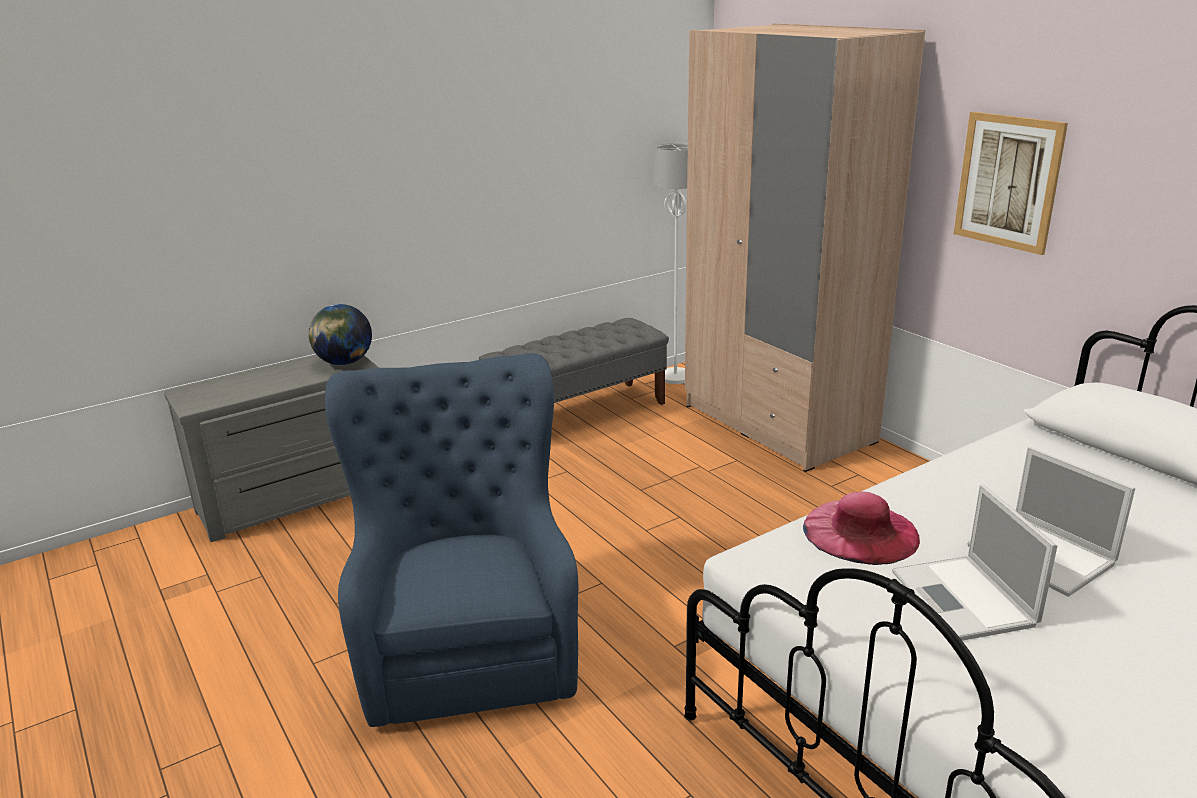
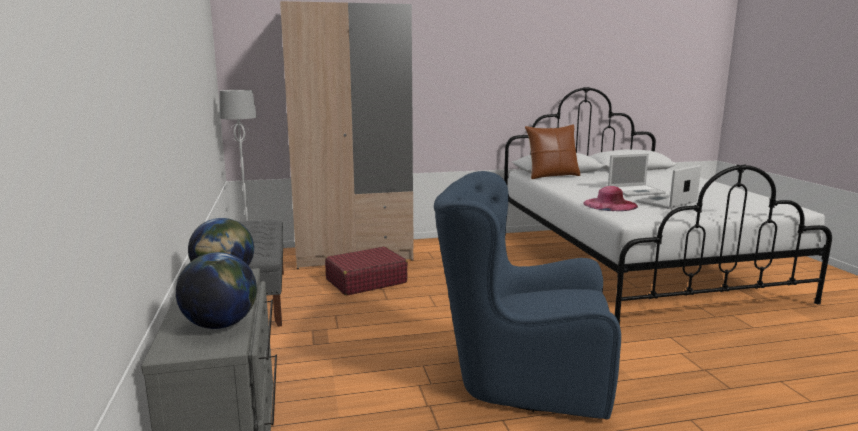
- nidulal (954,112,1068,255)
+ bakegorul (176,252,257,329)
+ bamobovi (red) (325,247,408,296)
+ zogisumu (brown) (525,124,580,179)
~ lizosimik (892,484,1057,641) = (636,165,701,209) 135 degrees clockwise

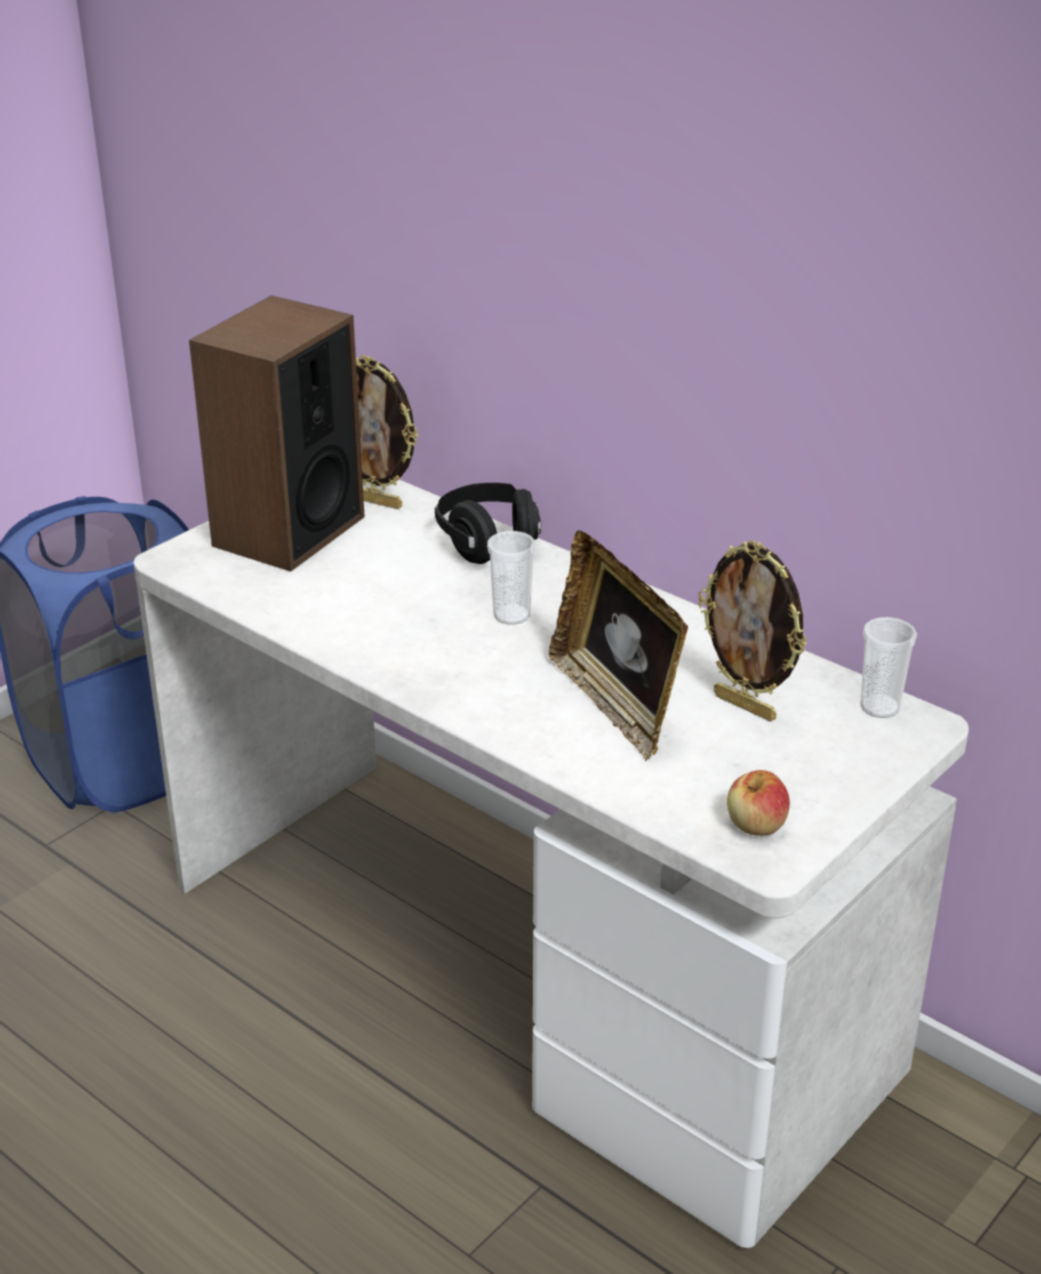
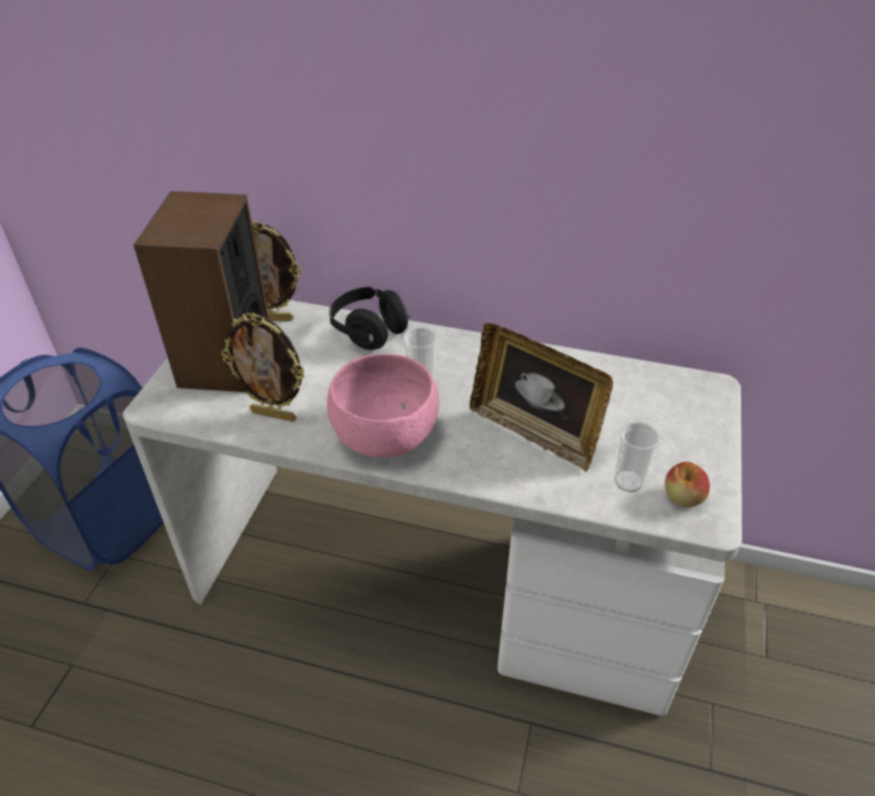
+ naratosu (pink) (327,354,439,458)
~ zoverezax (698,540,807,721) to (221,312,305,422)
~ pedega (860,617,917,718) to (614,422,661,492)

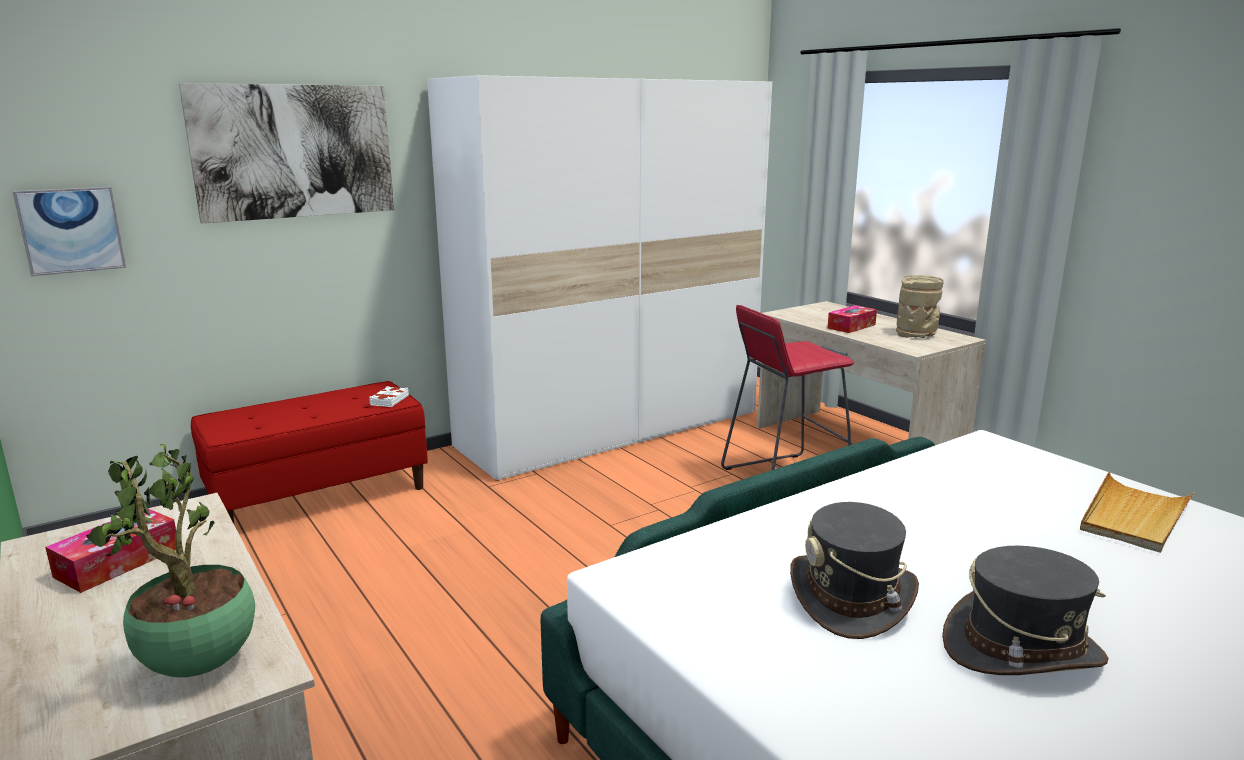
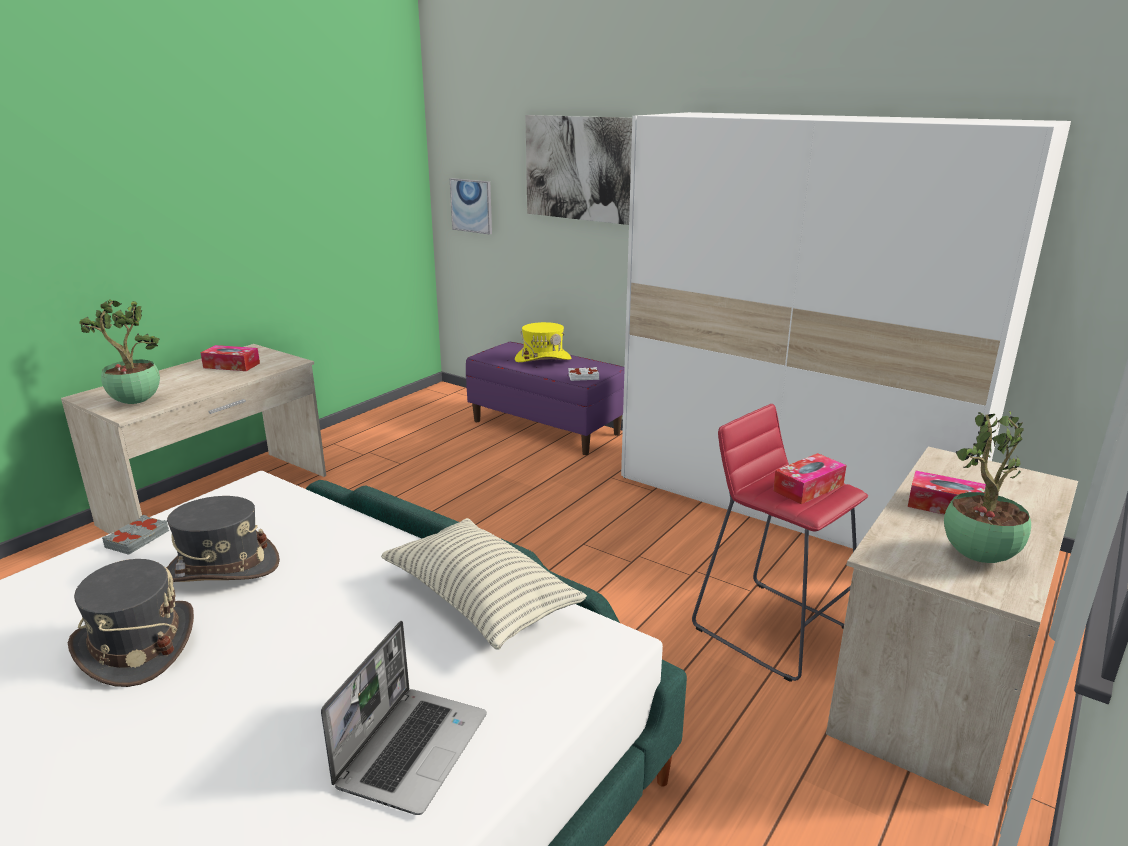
+ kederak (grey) (102,515,169,555)
+ zogisumu (381,518,587,650)
+ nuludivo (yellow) (515,322,571,362)
+ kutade (773,453,846,504)
~ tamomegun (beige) (896,275,944,338) to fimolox (944,411,1031,563)
~ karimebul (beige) (1080,472,1194,553) to lizosimik (321,621,487,815)
~ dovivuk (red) (191,381,428,524) to dovivuk (purple) (466,342,625,455)

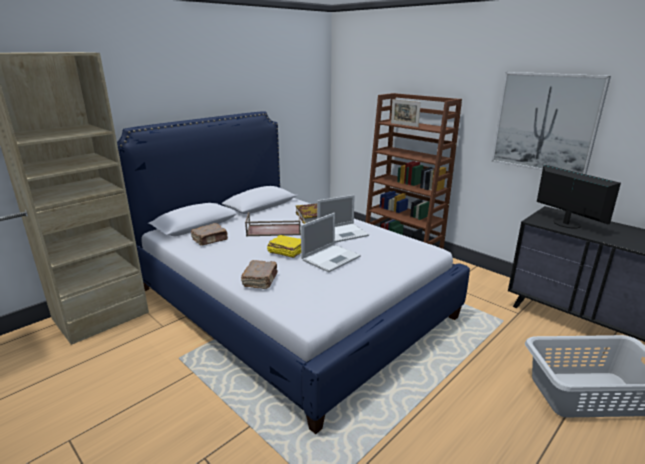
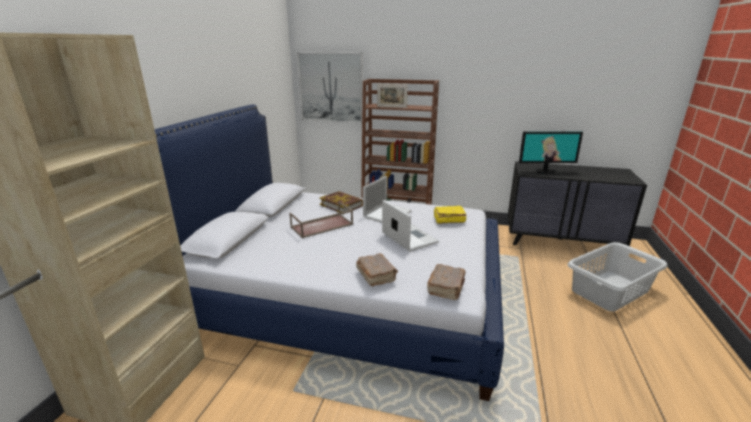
~ kederak (brown) (191,223,228,246) to (427,264,465,300)
~ kederak (yellow) (267,235,301,258) to (434,206,466,224)
~ nidulal (491,72,611,174) to (297,52,363,124)
~ lizosimik (301,213,361,273) = (382,200,439,252) 45 degrees counterclockwise
~ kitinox (537,165,621,229) = (519,131,583,174) 150 degrees clockwise

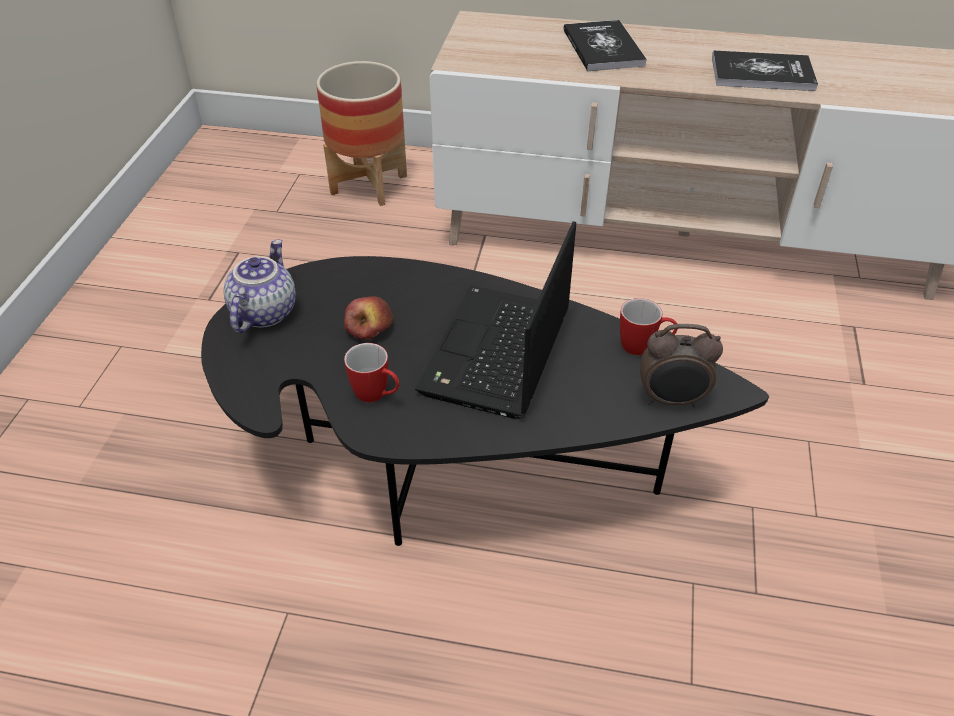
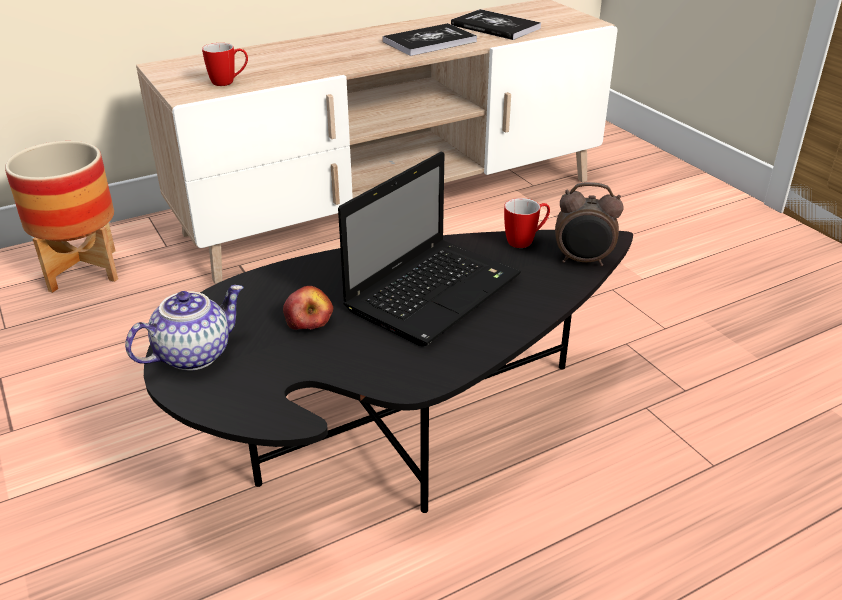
~ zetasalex (344,343,400,402) to (202,43,248,86)
~ kederak (563,20,647,71) to (451,9,541,40)
~ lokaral (224,240,296,333) = (125,285,244,371) 75 degrees clockwise
~ lizosimik (415,221,576,419) = (338,152,521,346) 120 degrees counterclockwise
~ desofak (640,324,723,407) = (555,182,624,266) 45 degrees clockwise

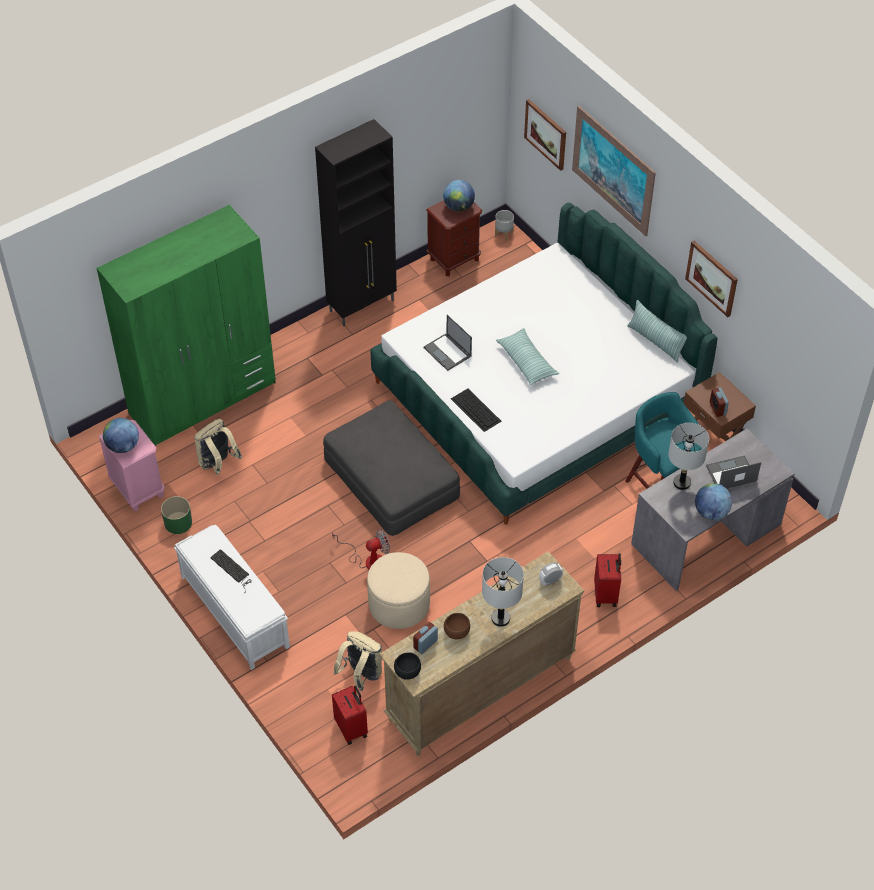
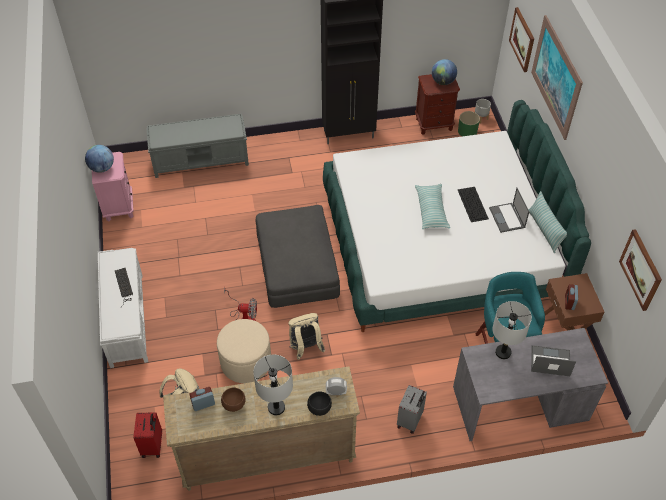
- bakegorul (695,483,732,520)
~ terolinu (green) (161,496,192,534) to (458,111,480,136)
~ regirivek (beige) (194,419,242,475) to (288,313,325,360)
~ naratosu (black) (394,652,421,680) to (307,391,332,416)
~ lizosimik (423,315,472,371) to (489,188,529,233)
~ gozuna (451,388,502,432) to (458,187,489,222)
~ nidulal (685,241,738,317) to (619,229,662,311)
~ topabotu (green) (97,205,276,446) to dovivuk (grey) (146,114,249,178)
~ bamobovi (red) (594,553,621,607) to bamobovi (grey) (397,385,427,434)

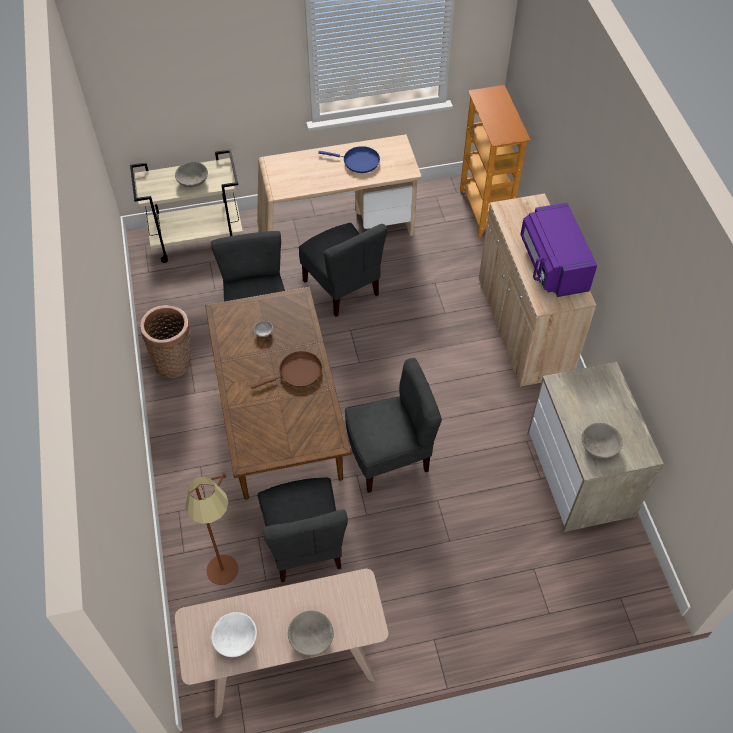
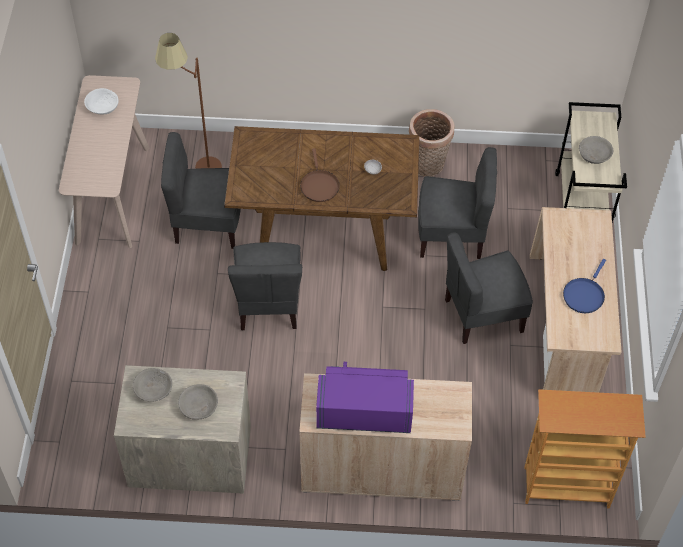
~ naratosu (grey) (288,611,334,656) to (178,384,218,420)

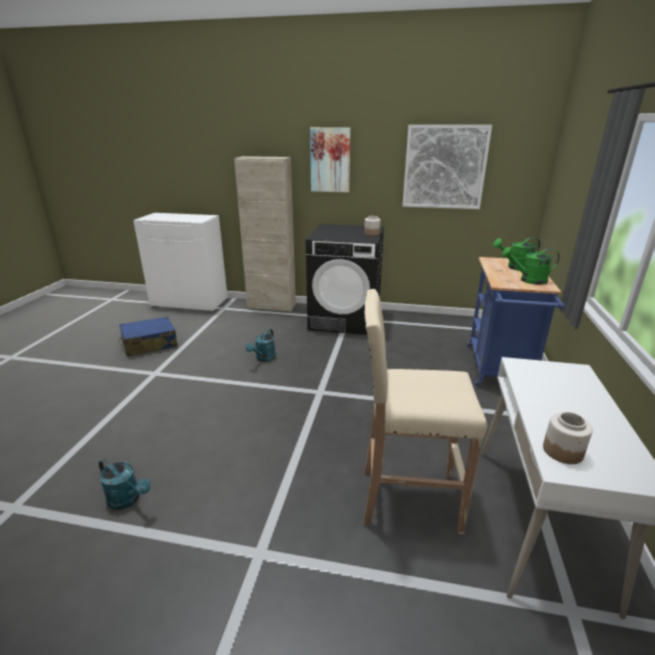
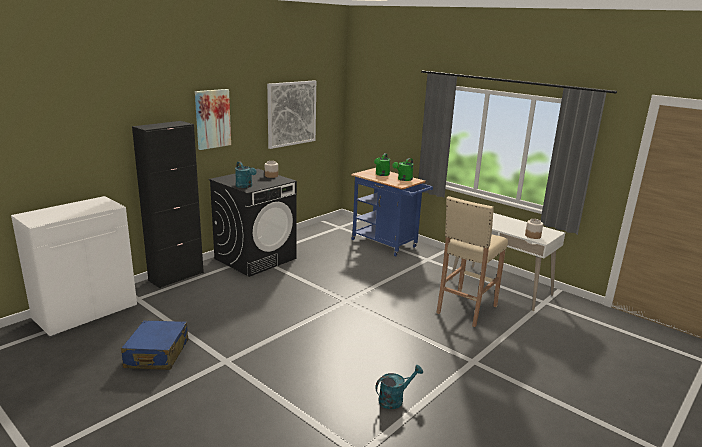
~ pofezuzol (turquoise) (246,329,276,362) to (235,161,257,188)
~ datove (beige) (234,156,296,312) to datove (black) (132,121,204,288)

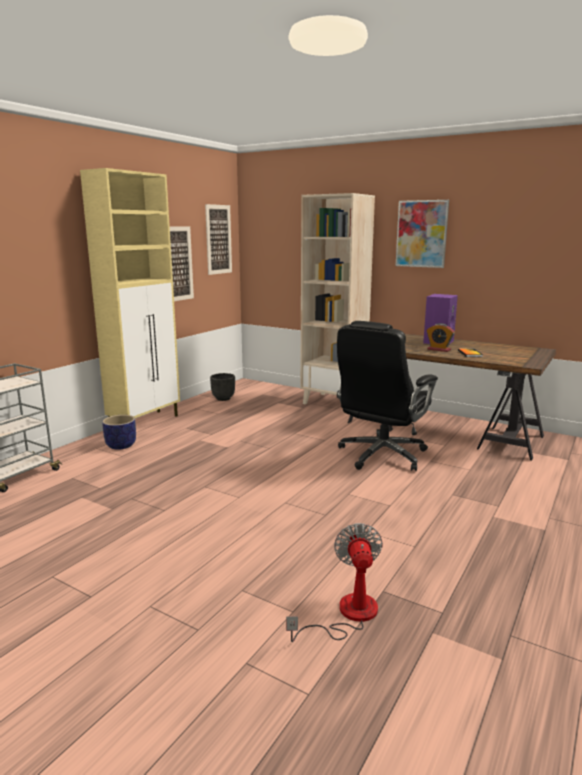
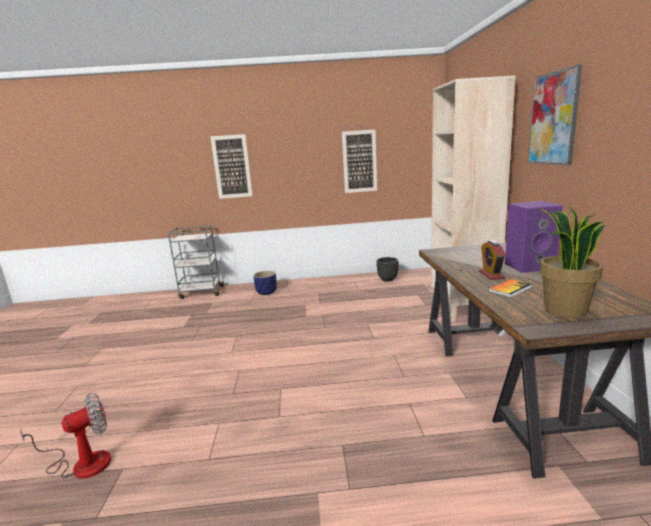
- datove (beige) (80,168,180,418)
- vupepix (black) (337,321,438,471)
+ fimolox (539,206,606,318)
~ nidulal (205,204,232,275) to (210,134,253,199)

